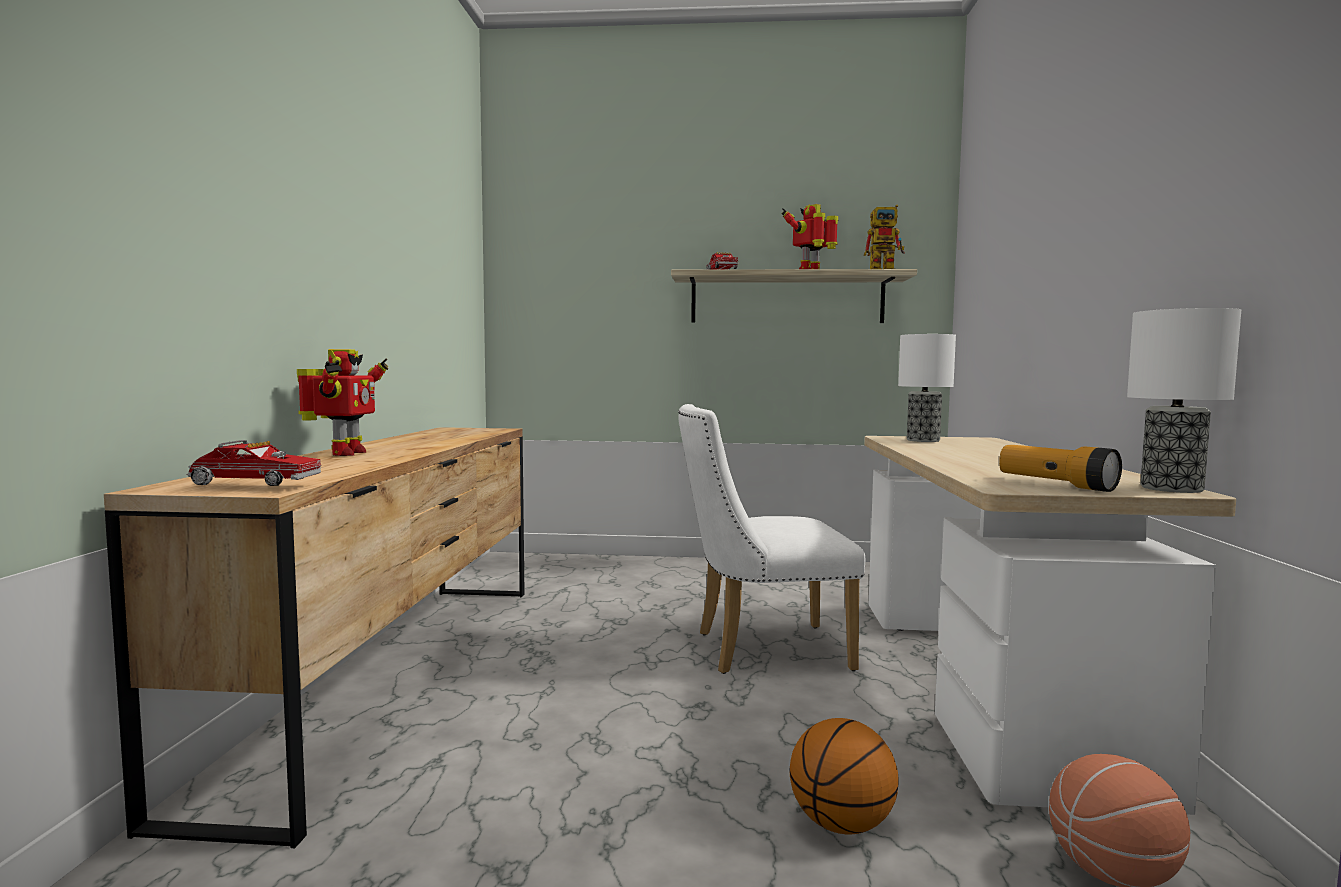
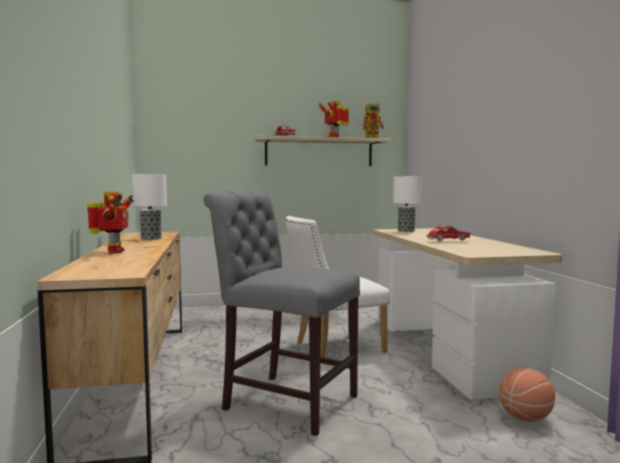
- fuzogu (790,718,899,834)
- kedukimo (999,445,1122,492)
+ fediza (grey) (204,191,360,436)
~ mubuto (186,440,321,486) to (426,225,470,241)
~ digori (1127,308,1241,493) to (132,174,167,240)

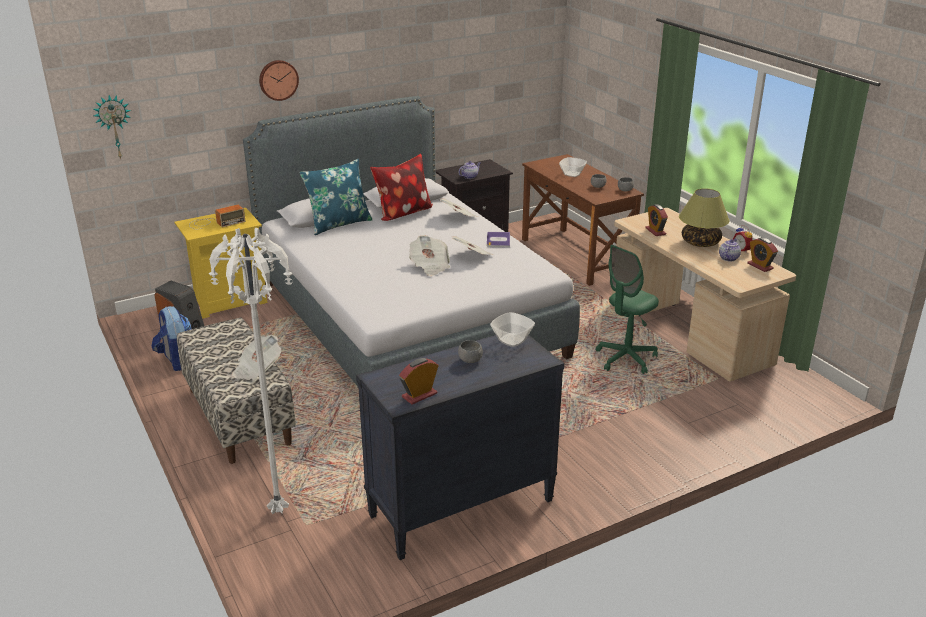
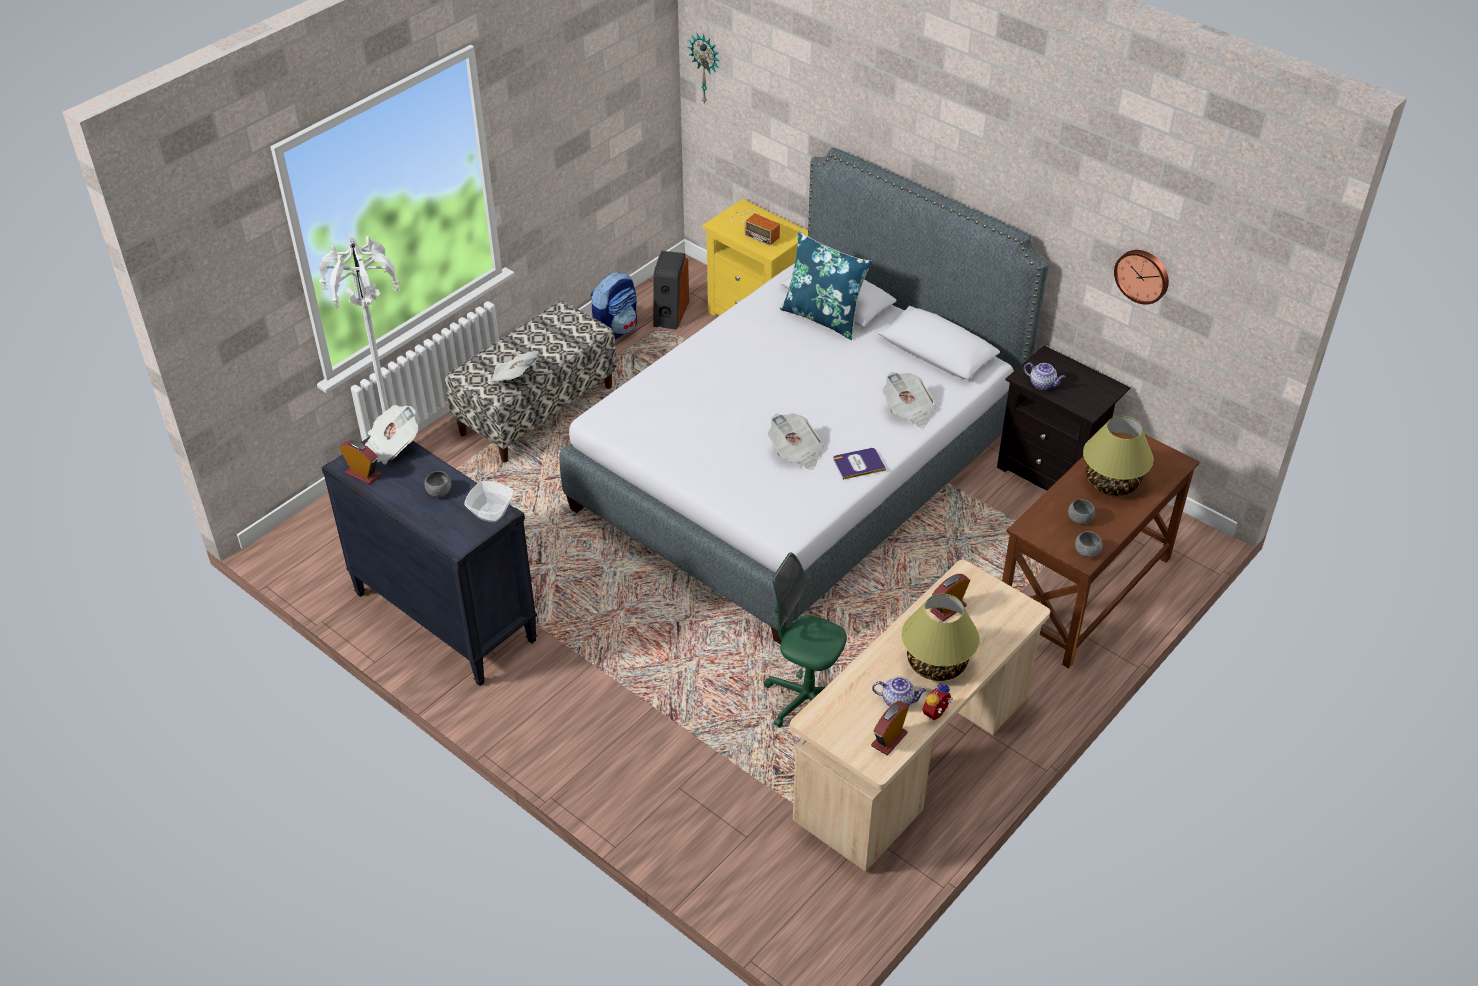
- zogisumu (370,154,433,221)
~ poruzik (259,60,299,101) to (1114,250,1169,305)
~ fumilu (409,235,450,276) to (365,405,418,464)
~ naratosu (559,157,587,177) to digori (1083,416,1154,496)

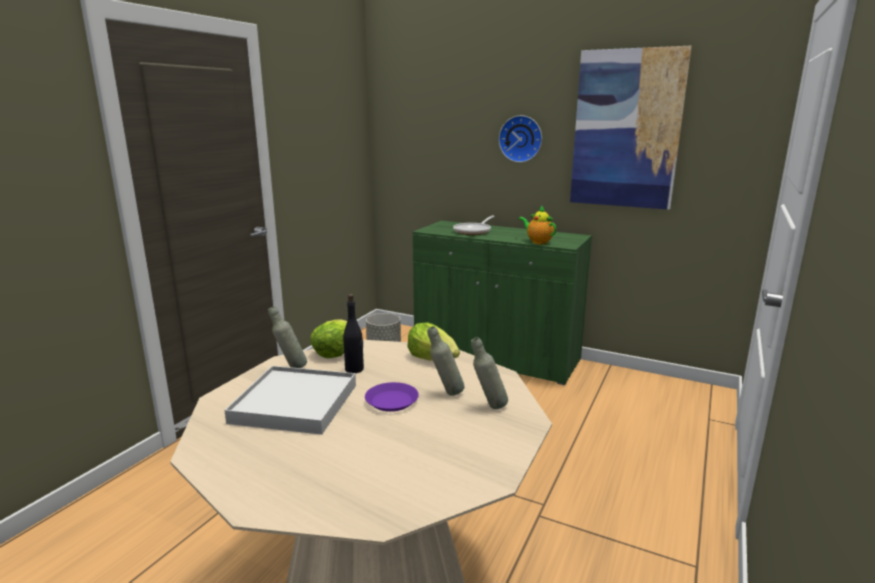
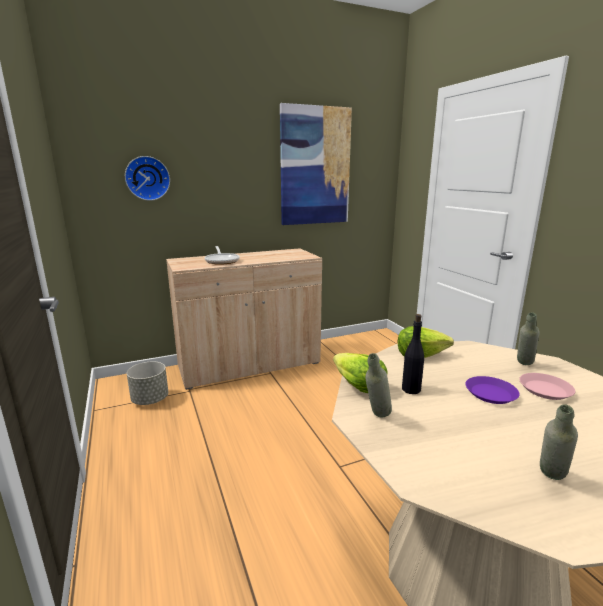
- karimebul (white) (224,366,356,435)
- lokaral (519,206,556,244)
+ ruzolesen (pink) (519,373,575,400)
~ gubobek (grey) (427,326,464,396) to (540,404,578,480)
~ poruzik (499,115,542,163) to (125,156,170,201)
~ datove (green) (413,221,592,385) to datove (beige) (166,248,322,390)

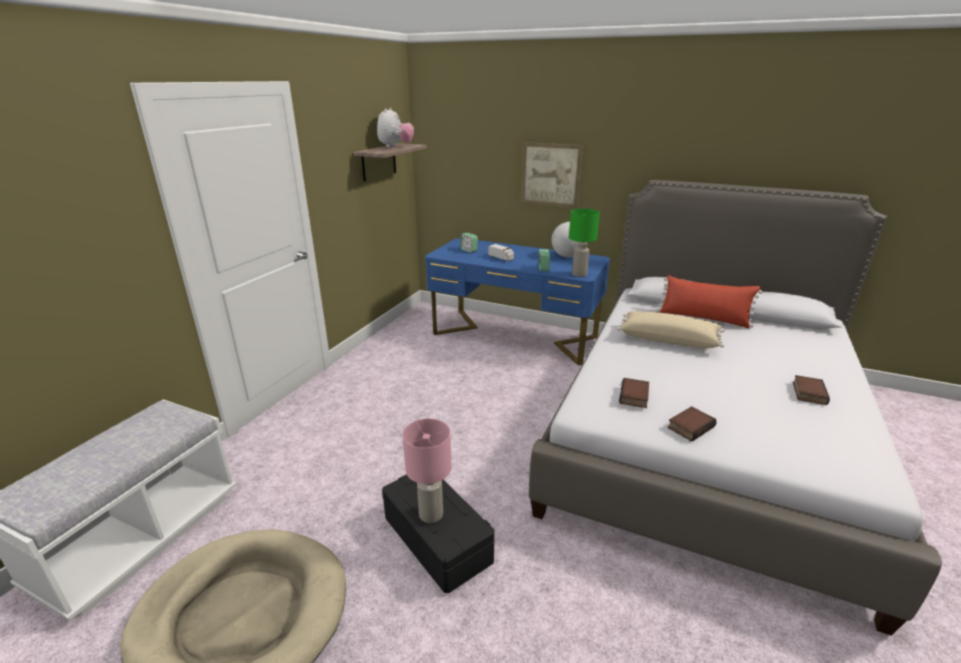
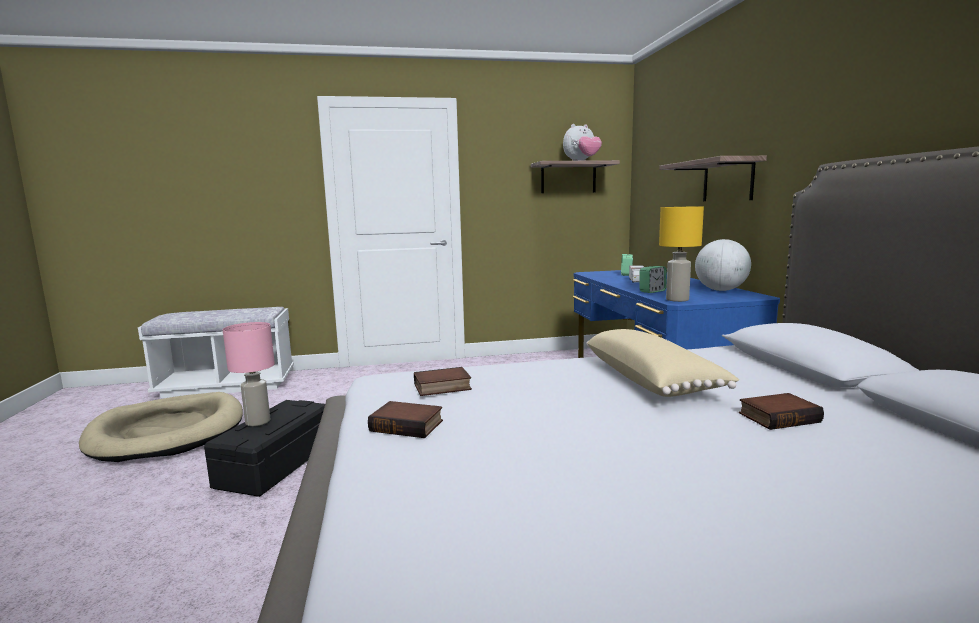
- zogisumu (red) (657,275,762,328)
~ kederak (793,375,830,405) to (739,393,824,430)
~ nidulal (521,142,583,208) to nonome (659,156,767,201)
~ digori (green) (569,209,600,277) to digori (yellow) (659,206,704,302)

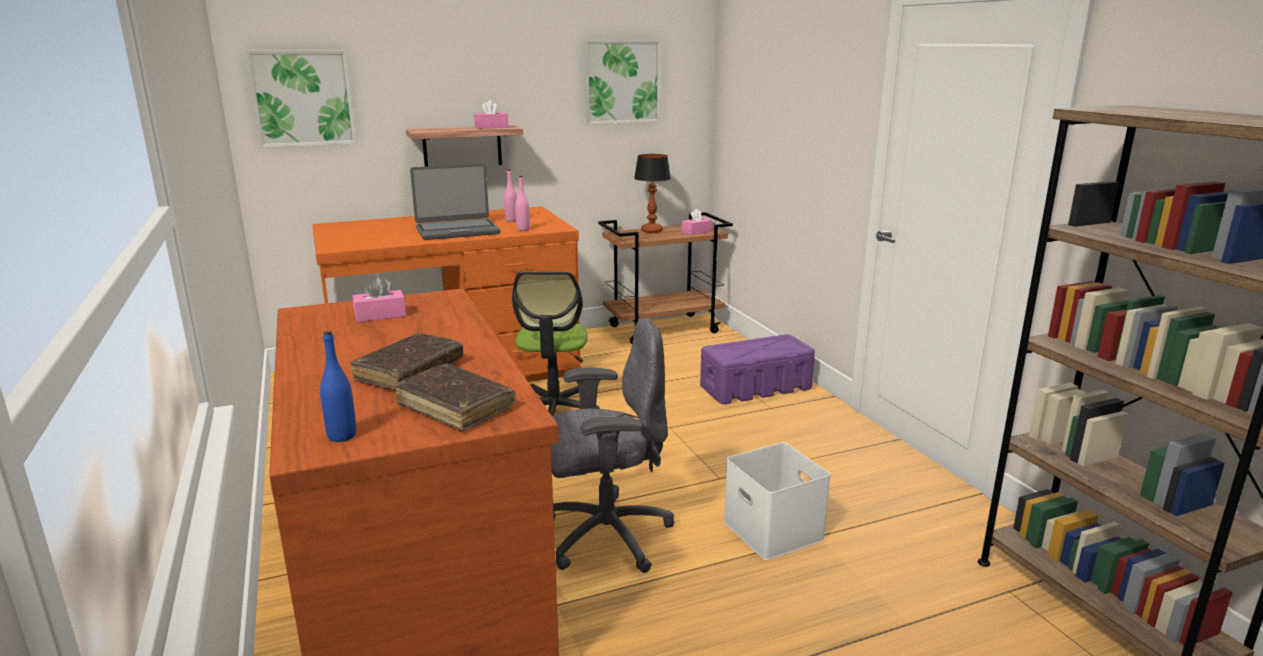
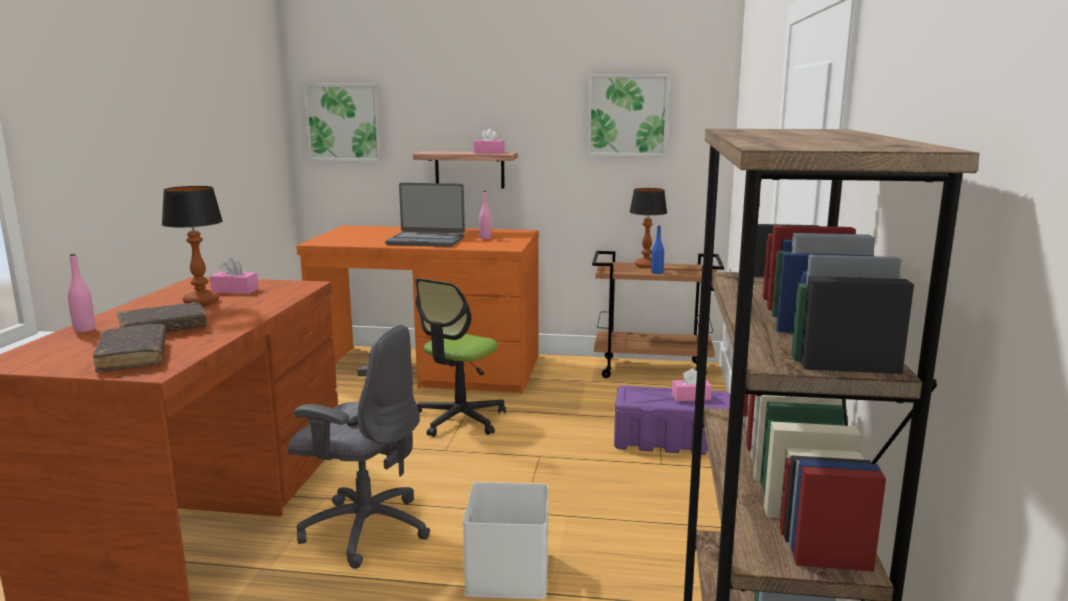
+ digori (162,186,223,306)
~ gubobek (blue) (320,331,356,442) to (651,226,664,274)
~ gubobek (pink) (515,176,530,231) to (68,254,95,332)
~ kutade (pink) (682,209,712,235) to (672,368,712,401)

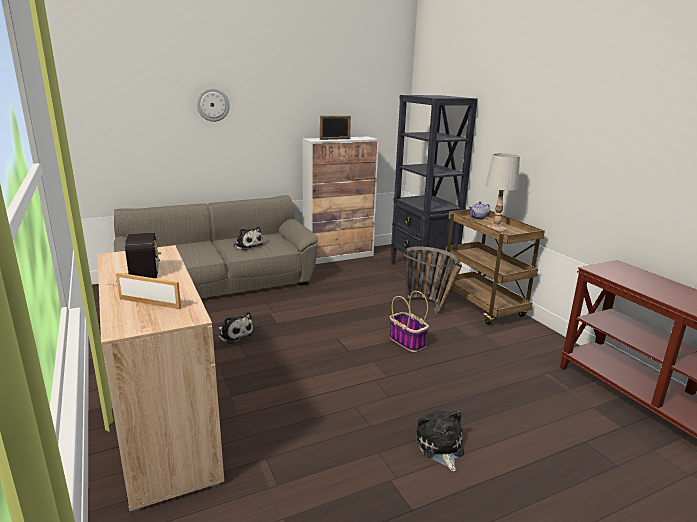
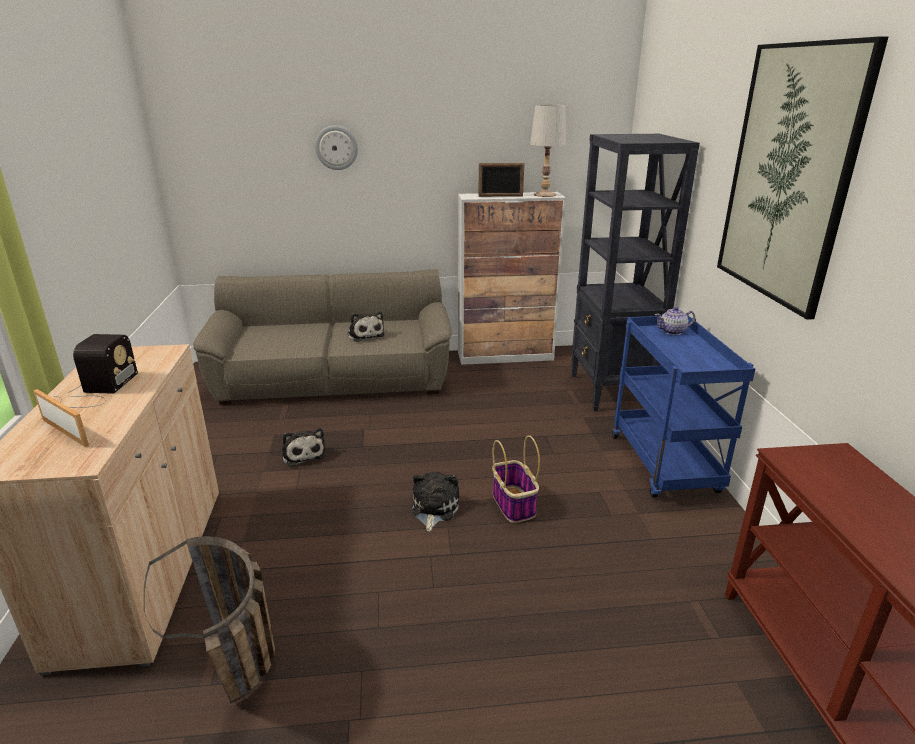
+ nidulal (717,36,888,320)
~ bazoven (404,246,462,314) to (144,536,275,704)
~ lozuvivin (416,410,464,471) to (411,472,459,532)
~ digori (white) (486,153,520,232) to (530,105,566,197)
~ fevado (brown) (445,209,545,325) to fevado (blue) (612,315,755,498)

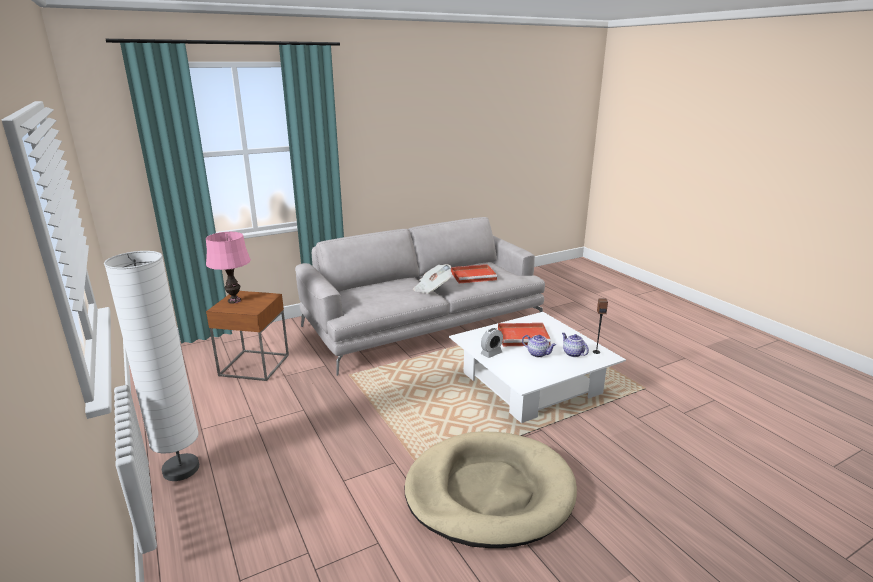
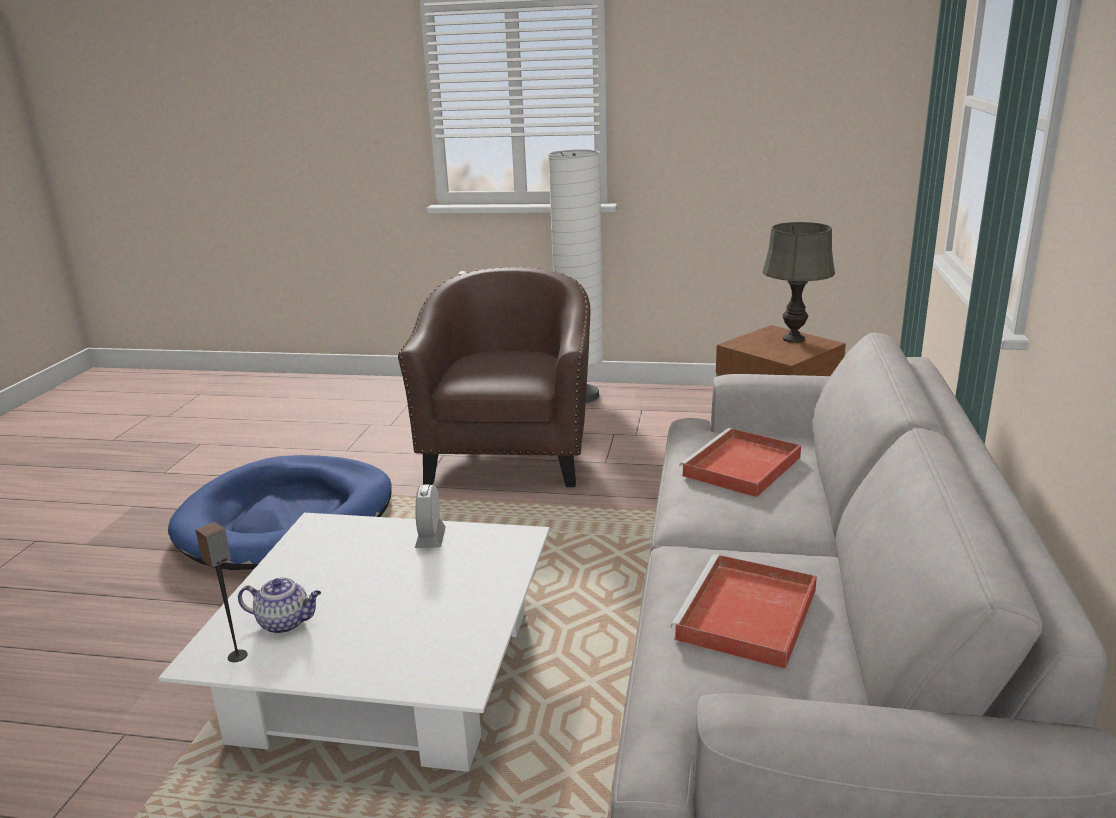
- fumilu (413,264,452,294)
- lokaral (522,335,556,357)
+ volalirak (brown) (398,267,590,487)
~ karimebul (red) (498,323,551,346) to (679,428,801,497)
~ digori (pink) (206,232,251,304) to digori (grey) (763,222,835,343)
~ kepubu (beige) (404,431,577,548) to kepubu (blue) (168,455,392,570)

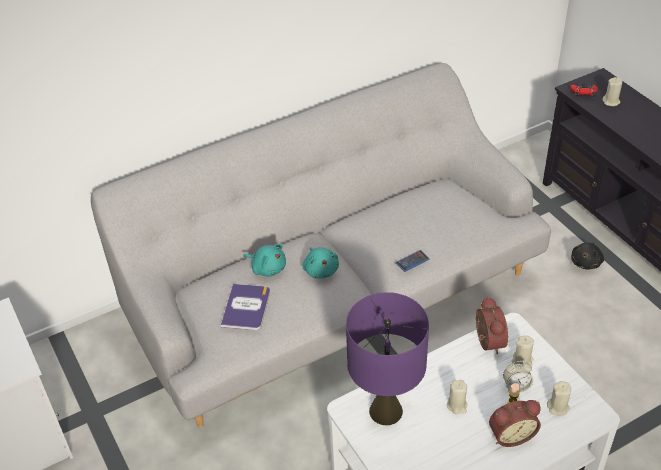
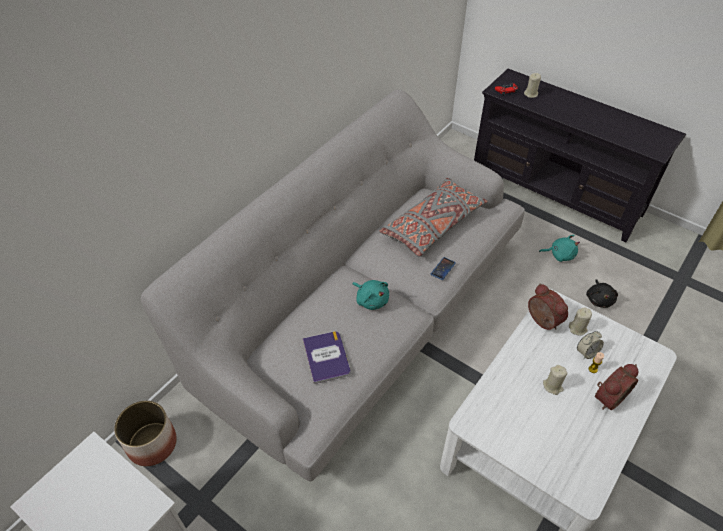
- digori (purple) (346,292,429,425)
- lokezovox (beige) (547,381,571,415)
+ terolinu (114,400,177,466)
+ zogisumu (grey) (379,178,488,257)
~ lozuvivin (turquoise) (243,244,286,276) to (539,235,580,262)
~ lozuvivin (black) (571,242,604,270) to (586,279,618,308)

